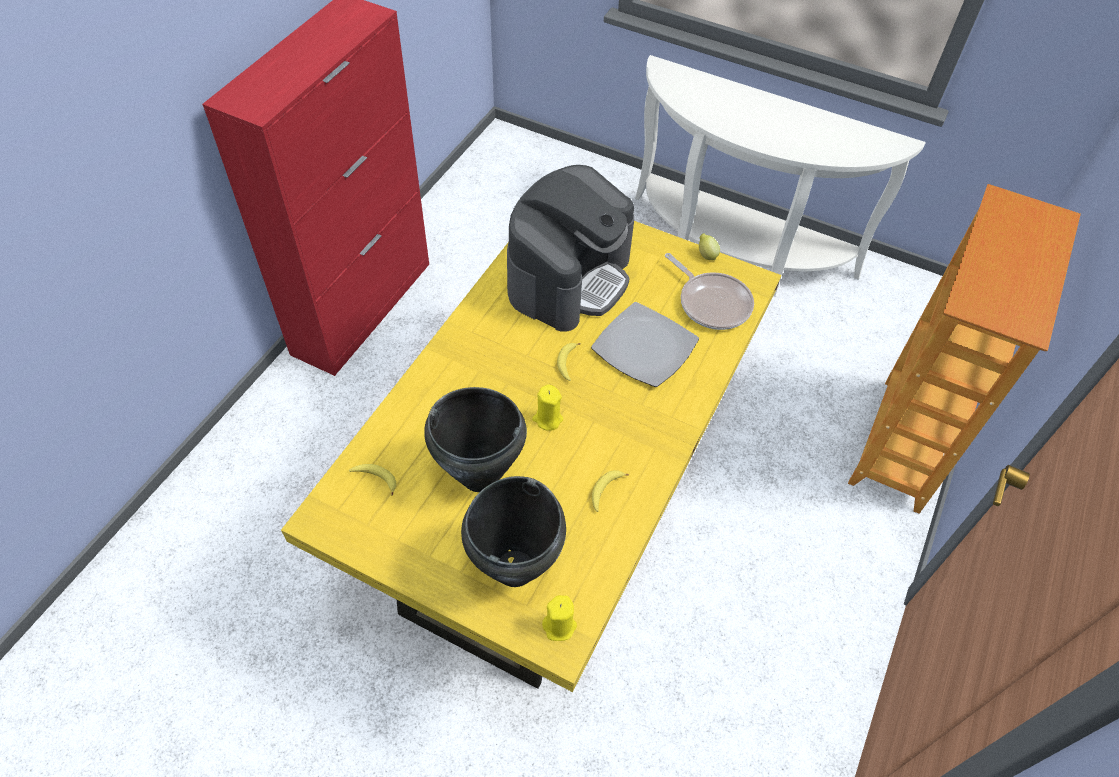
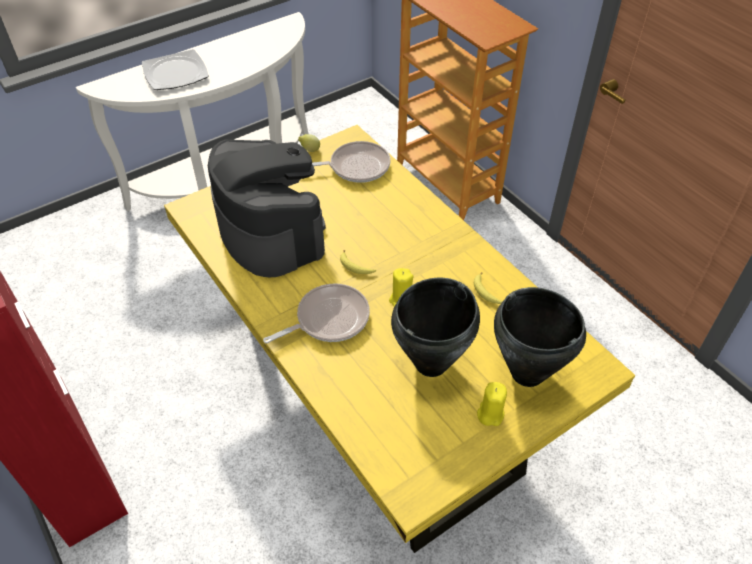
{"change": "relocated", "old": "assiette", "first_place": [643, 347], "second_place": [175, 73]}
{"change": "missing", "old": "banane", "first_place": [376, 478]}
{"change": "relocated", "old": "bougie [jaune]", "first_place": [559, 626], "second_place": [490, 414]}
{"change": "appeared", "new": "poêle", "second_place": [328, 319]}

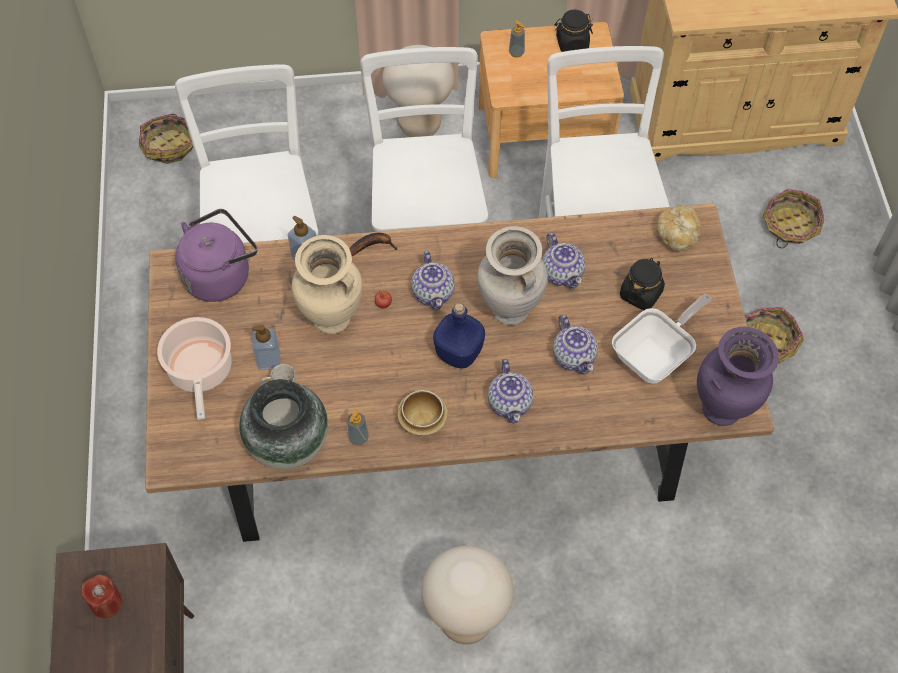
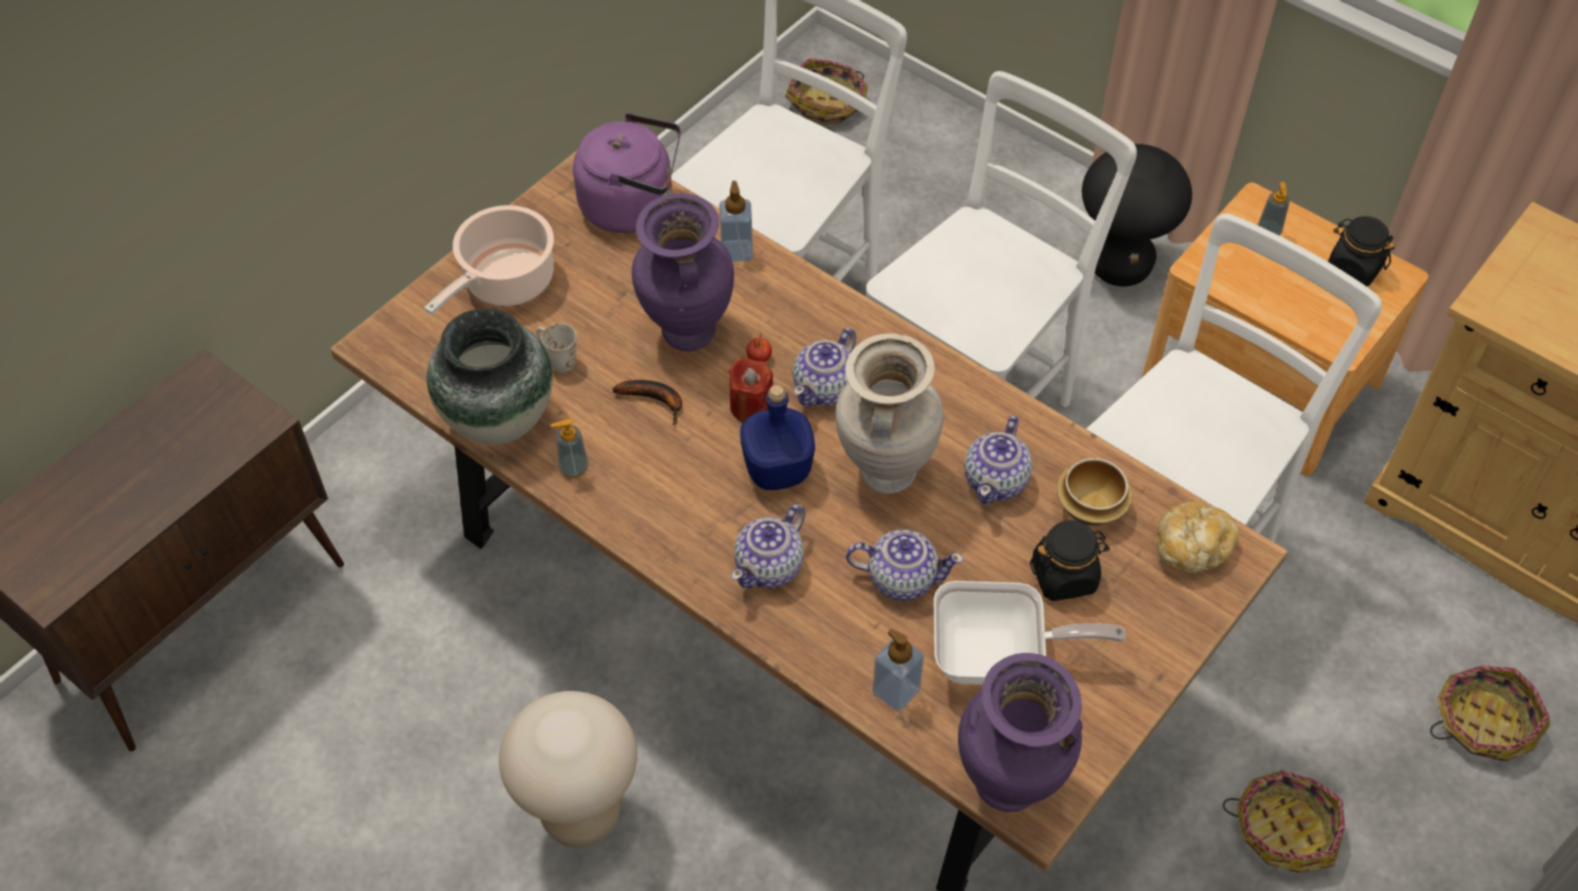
{"change": "colour", "old": "tabouret [beige]", "new": "tabouret [noir]", "first_place": [419, 126], "second_place": [1120, 267]}
{"change": "relocated", "old": "banane", "first_place": [372, 245], "second_place": [655, 400]}
{"change": "colour", "old": "vase [beige]", "new": "vase [violet]", "first_place": [331, 321], "second_place": [686, 333]}
{"change": "spun", "old": "théière", "first_place": [574, 356], "second_place": [901, 578], "degrees": -105}
{"change": "relocated", "old": "distributeur de savon", "first_place": [269, 360], "second_place": [896, 691]}
{"change": "relocated", "old": "bol", "first_place": [421, 421], "second_place": [1090, 506]}
{"change": "relocated", "old": "bougie [rouge]", "first_place": [106, 603], "second_place": [751, 406]}

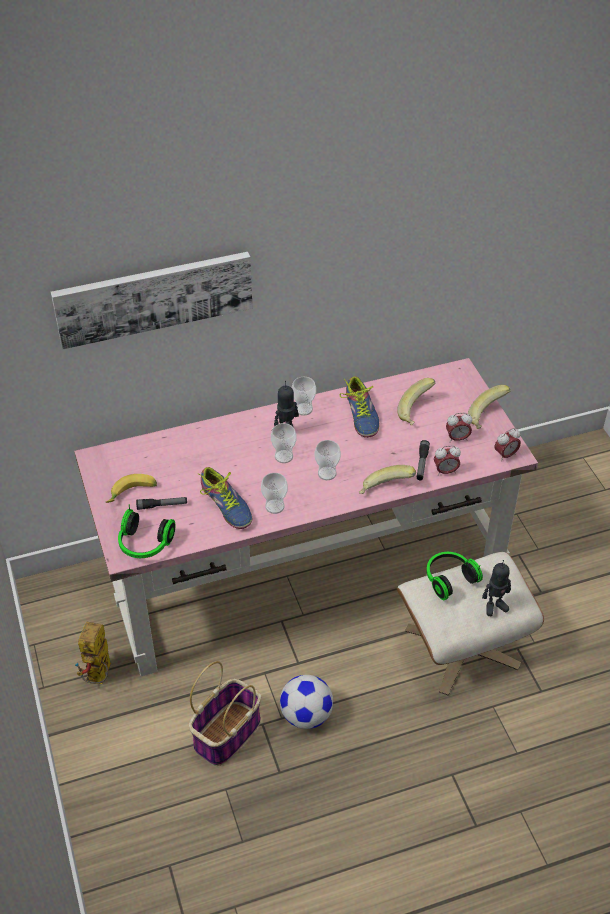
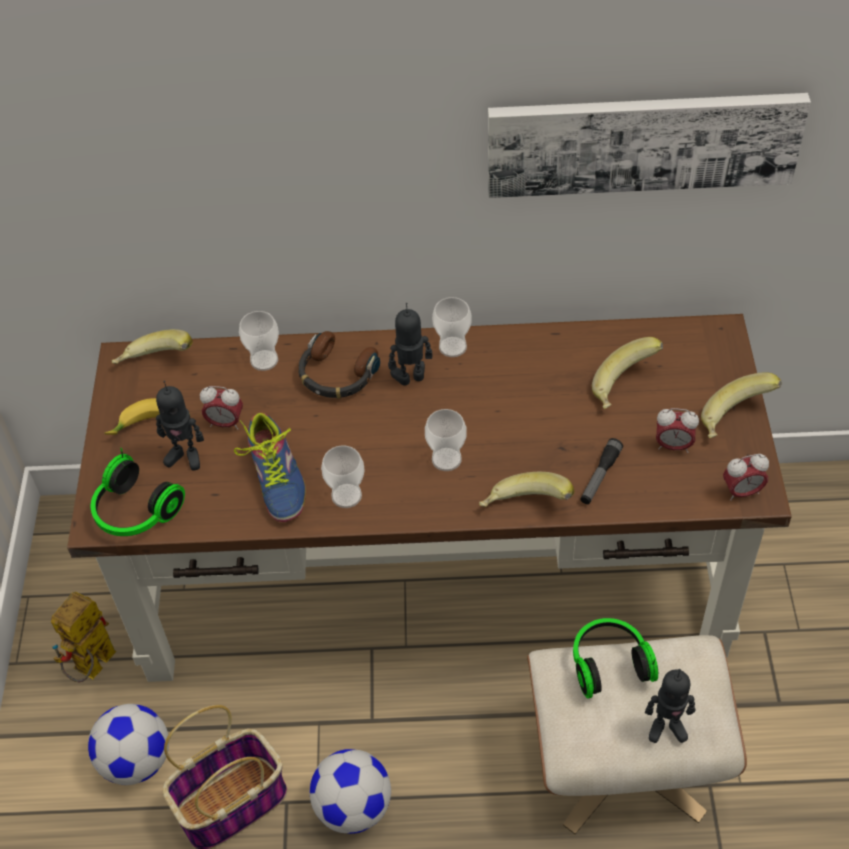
{"change": "relocated", "old": "tableau", "first_place": [154, 297], "second_place": [642, 141]}
{"change": "colour", "old": "bureau [rose]", "new": "bureau [marron]", "first_place": [306, 568], "second_place": [436, 575]}
{"change": "missing", "old": "chaussure", "first_place": [361, 415]}
{"change": "relocated", "old": "tasse", "first_place": [283, 456], "second_place": [264, 360]}
{"change": "relocated", "old": "réveil", "first_place": [445, 471], "second_place": [225, 423]}
{"change": "exchanged", "old": "lampe de poche", "new": "robot jouet", "first_place": [162, 505], "second_place": [185, 456]}
{"change": "appeared", "new": "banane", "second_place": [156, 365]}
{"change": "appeared", "new": "casque audio", "second_place": [336, 374]}
{"change": "appeared", "new": "ballon de foot", "second_place": [136, 761]}

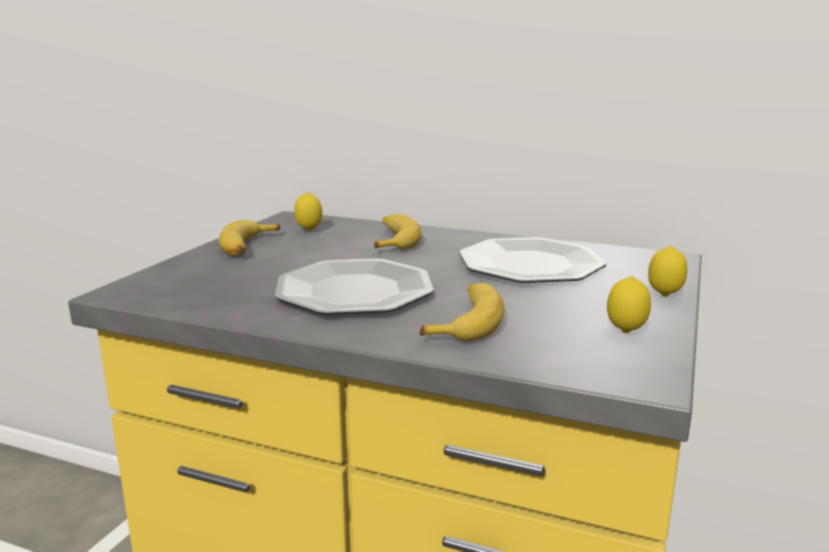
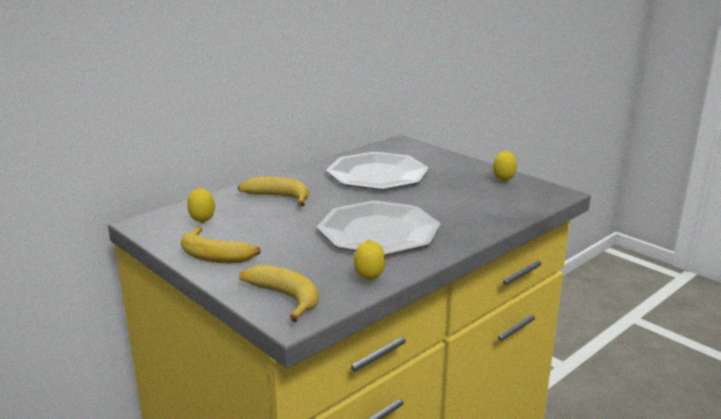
{"change": "relocated", "old": "citron", "first_place": [664, 296], "second_place": [369, 280]}
{"change": "relocated", "old": "banane", "first_place": [466, 322], "second_place": [276, 299]}

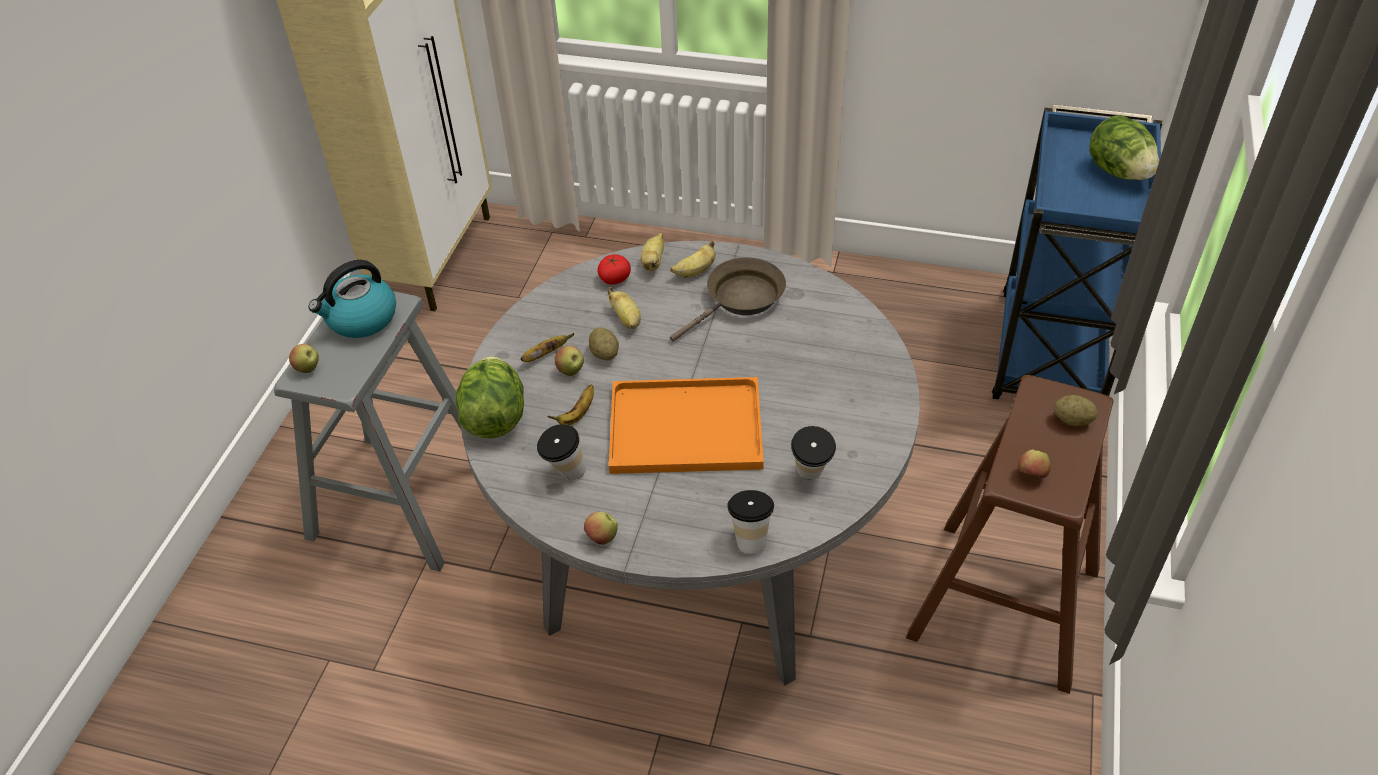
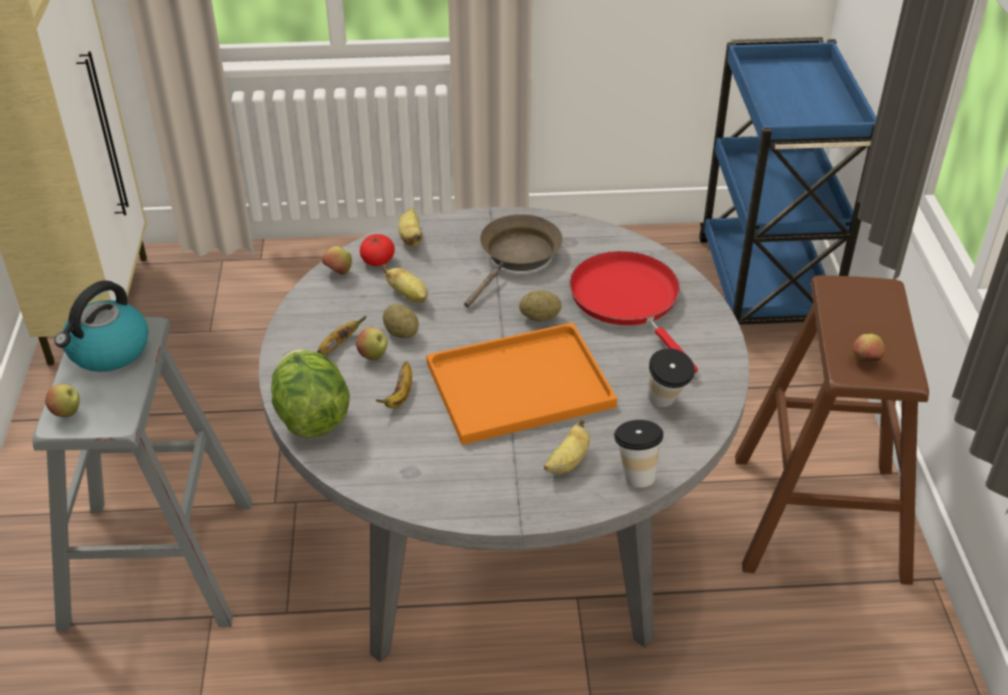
{"change": "missing", "old": "laitue", "first_place": [1118, 172]}
{"change": "relocated", "old": "banane", "first_place": [695, 272], "second_place": [567, 462]}
{"change": "relocated", "old": "pomme de terre", "first_place": [1072, 420], "second_place": [540, 317]}
{"change": "missing", "old": "tasse", "first_place": [564, 473]}
{"change": "relocated", "old": "pomme", "first_place": [602, 538], "second_place": [338, 273]}
{"change": "appeared", "new": "poêle [rouge]", "second_place": [628, 300]}

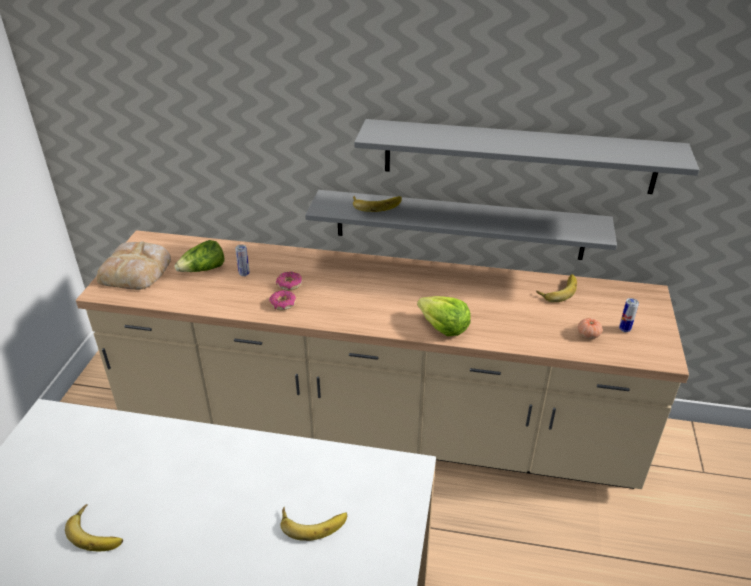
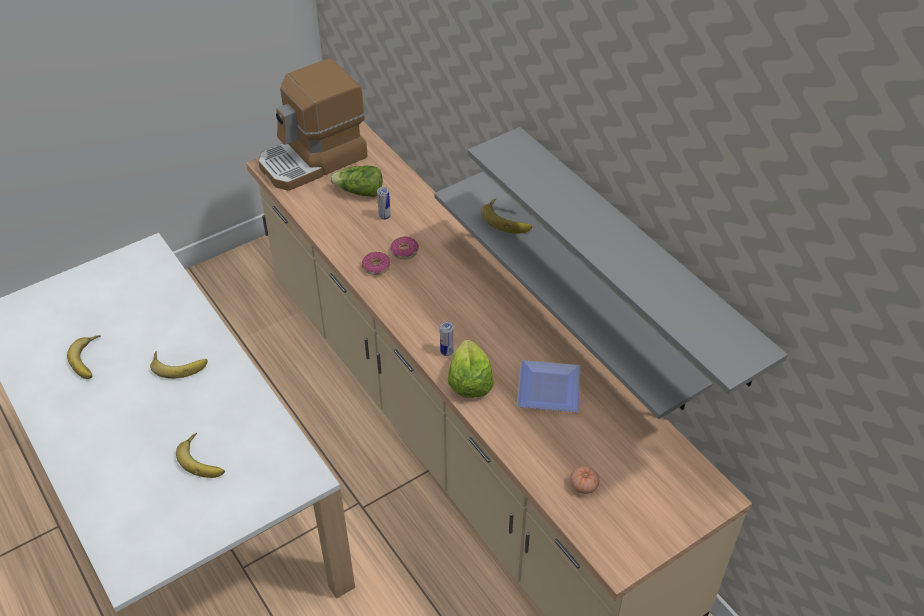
{"change": "exchanged", "old": "pain", "new": "machine à café", "first_place": [137, 270], "second_place": [313, 160]}
{"change": "relocated", "old": "banane", "first_place": [557, 290], "second_place": [179, 364]}
{"change": "relocated", "old": "boîte métallique", "first_place": [624, 329], "second_place": [446, 352]}
{"change": "appeared", "new": "assiette", "second_place": [546, 390]}

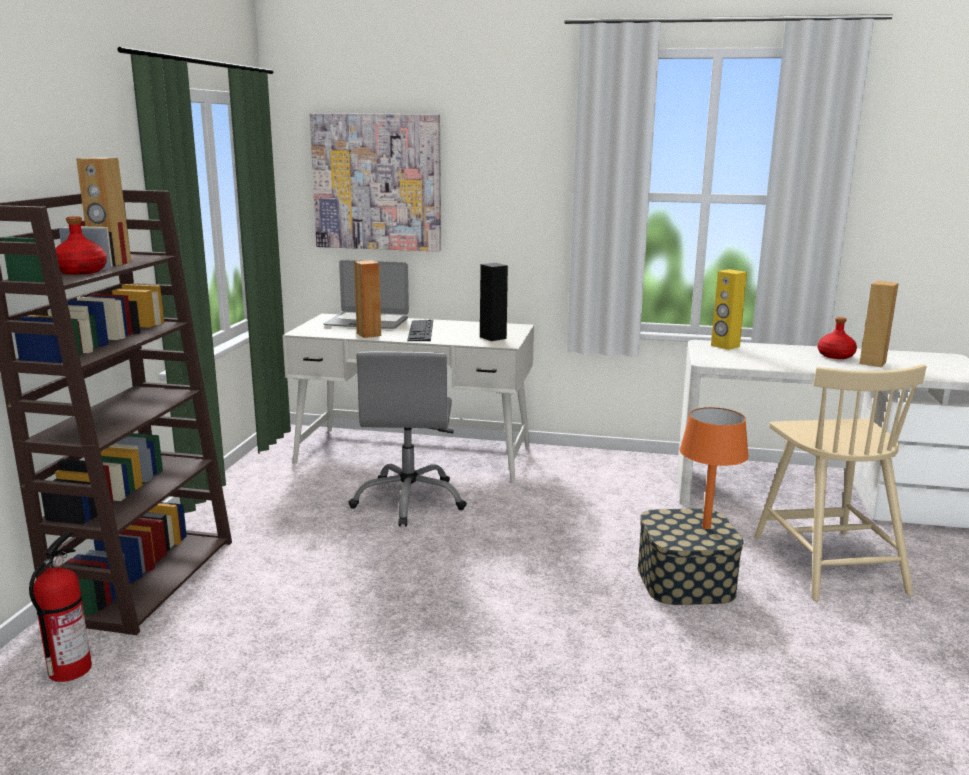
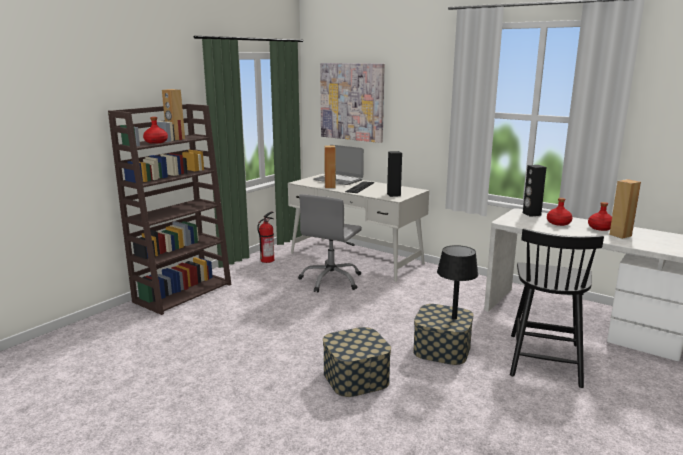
{"change": "colour", "old": "enceinte [jaune]", "new": "enceinte [noir]", "first_place": [725, 346], "second_place": [531, 214]}
{"change": "colour", "old": "chaise [beige]", "new": "chaise [noir]", "first_place": [827, 562], "second_place": [544, 358]}
{"change": "colour", "old": "lampe de table [orange]", "new": "lampe de table [noir]", "first_place": [706, 527], "second_place": [454, 318]}
{"change": "relocated", "old": "extincteur", "first_place": [70, 668], "second_place": [267, 260]}
{"change": "appeared", "new": "bouteille [rouge]", "second_place": [558, 223]}
{"change": "appeared", "new": "boîte de rangement", "second_place": [356, 377]}

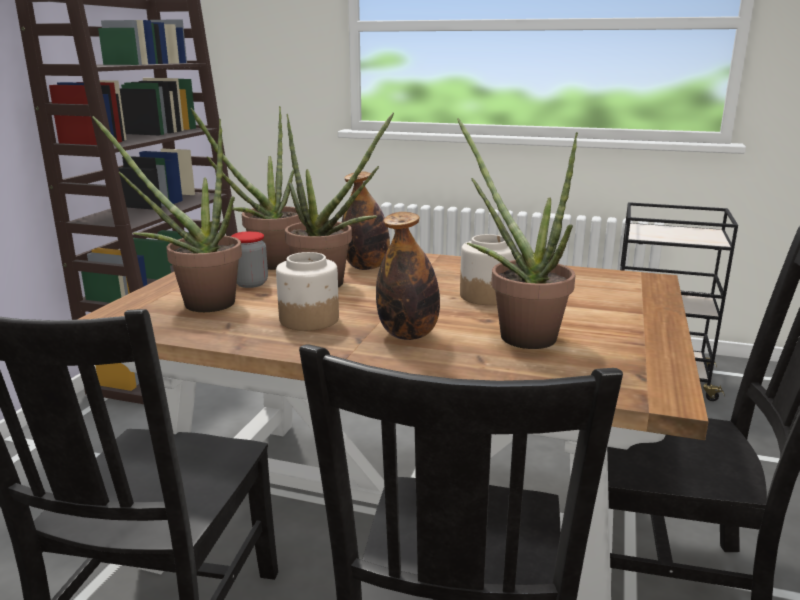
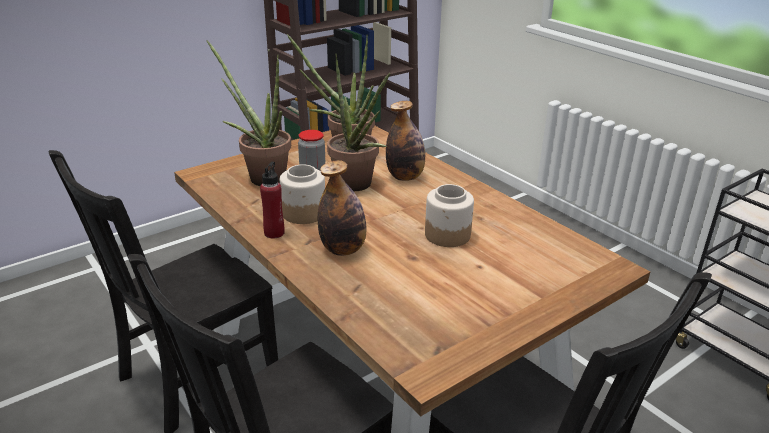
{"change": "missing", "old": "plante en pot", "first_place": [517, 334]}
{"change": "appeared", "new": "bouteille [rouge]", "second_place": [274, 233]}

